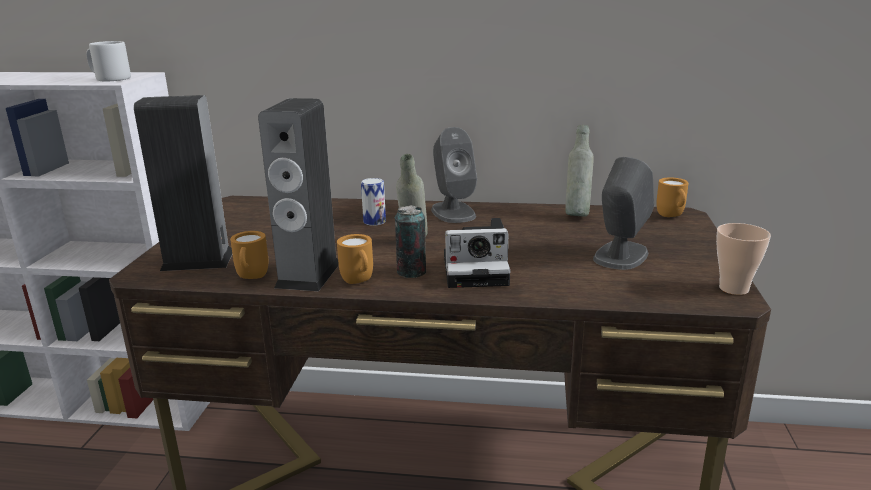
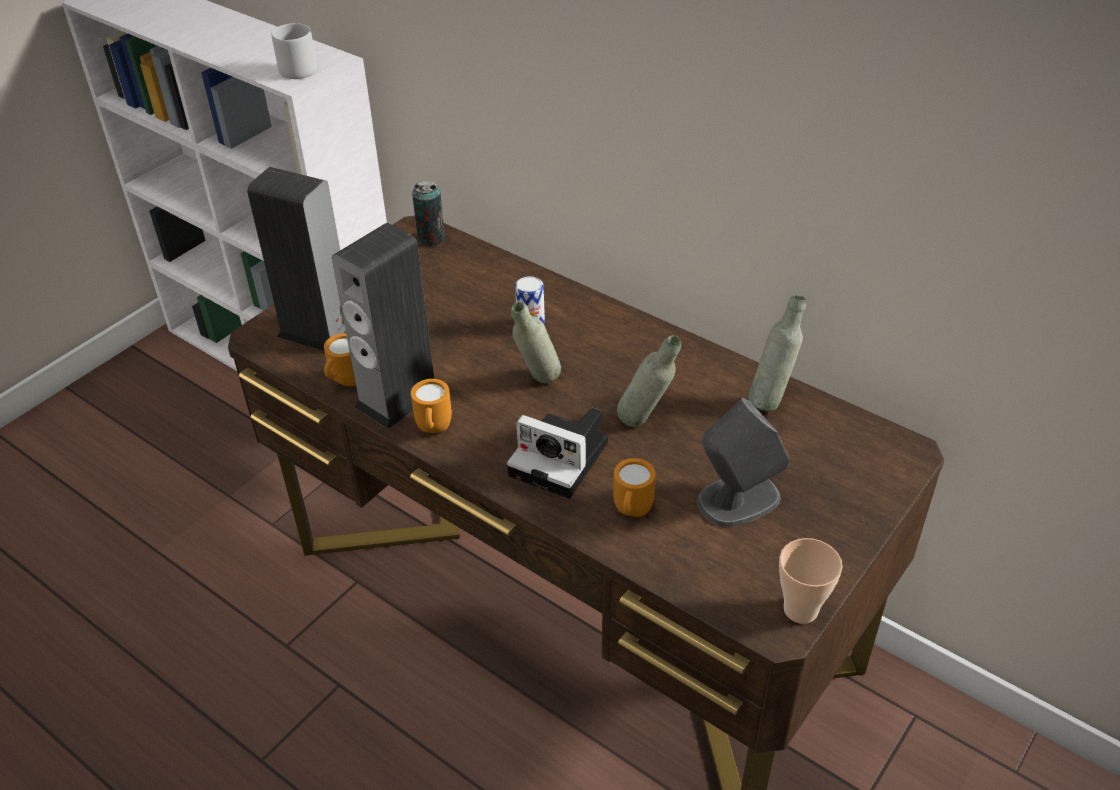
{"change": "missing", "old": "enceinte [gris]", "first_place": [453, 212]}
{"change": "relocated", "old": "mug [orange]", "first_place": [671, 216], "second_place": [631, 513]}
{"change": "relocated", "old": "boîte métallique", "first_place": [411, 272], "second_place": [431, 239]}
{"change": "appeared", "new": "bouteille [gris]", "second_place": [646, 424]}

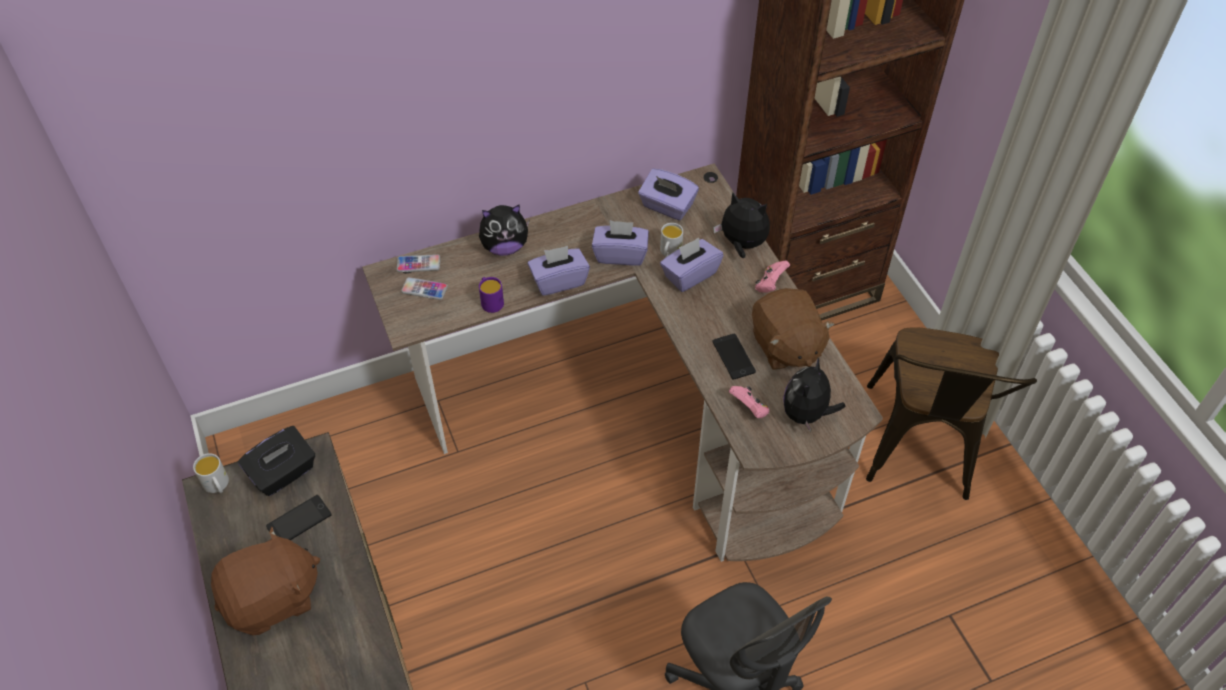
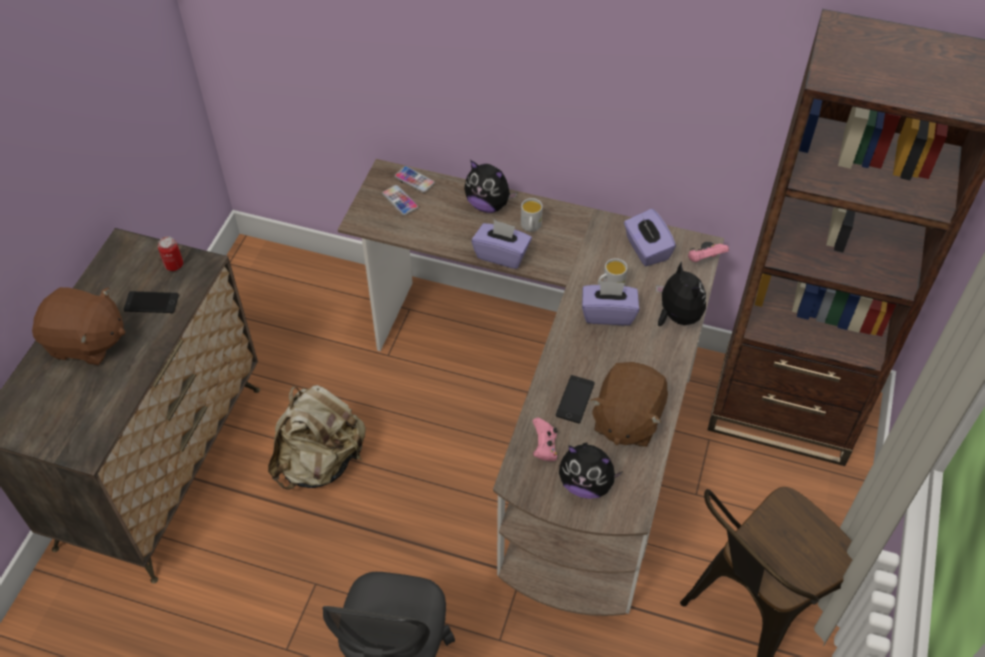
{"change": "missing", "old": "boîte à mouchoirs [violet]", "first_place": [620, 254]}
{"change": "relocated", "old": "manette [rose]", "first_place": [770, 284], "second_place": [705, 260]}
{"change": "missing", "old": "mug [violet]", "first_place": [490, 301]}
{"change": "spun", "old": "peluche", "first_place": [806, 414], "second_place": [586, 484], "degrees": -135}
{"change": "exchanged", "old": "boîte à mouchoirs [noir]", "new": "boîte métallique", "first_place": [283, 473], "second_place": [174, 265]}
{"change": "relocated", "old": "mug [blanc]", "first_place": [217, 486], "second_place": [530, 227]}
{"change": "appeared", "new": "sac à dos [beige]", "second_place": [320, 461]}

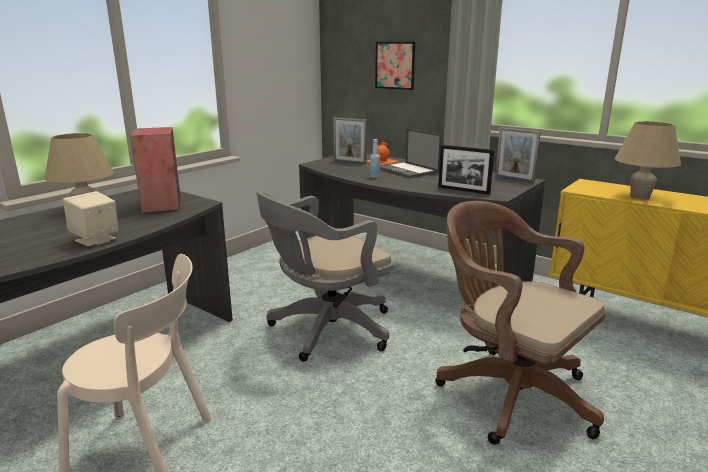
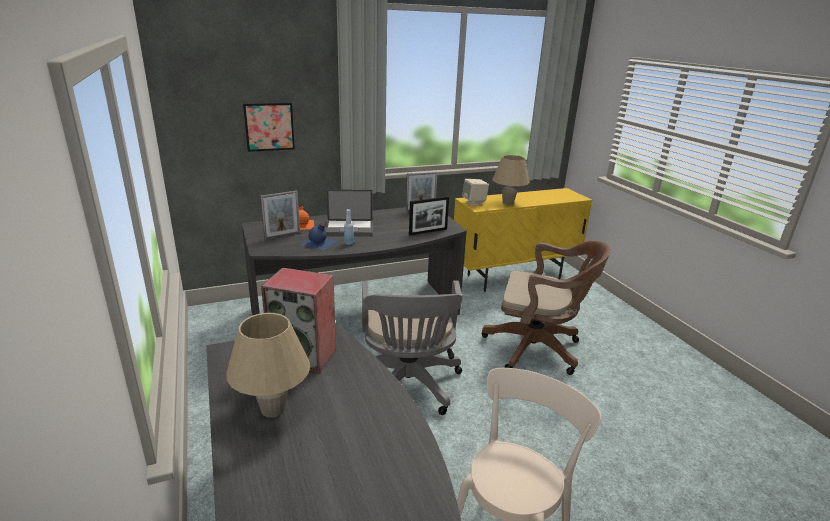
{"change": "relocated", "old": "enceinte [beige]", "first_place": [95, 240], "second_place": [474, 203]}
{"change": "spun", "old": "chaise de bureau [marron]", "first_place": [509, 392], "second_place": [537, 349], "degrees": -150}
{"change": "appeared", "new": "bouteille [bleu]", "second_place": [319, 243]}

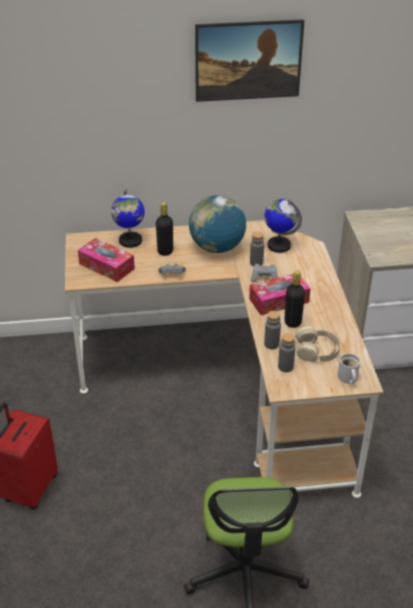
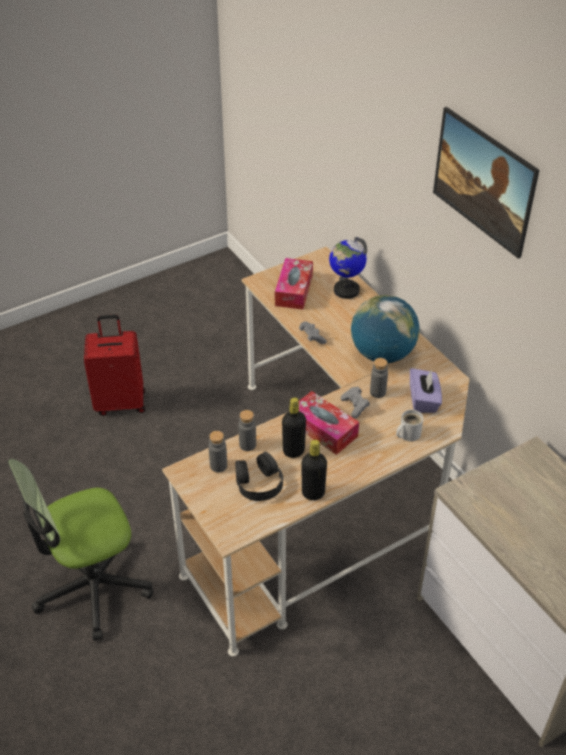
{"change": "exchanged", "old": "globe", "new": "boîte à mouchoirs [violet]", "first_place": [278, 245], "second_place": [423, 400]}
{"change": "relocated", "old": "bouteille [noir]", "first_place": [165, 251], "second_place": [313, 493]}
{"change": "colour", "old": "casque audio [beige]", "new": "casque audio [noir]", "first_place": [317, 350], "second_place": [259, 483]}
{"change": "relocated", "old": "mug [blanc]", "first_place": [347, 378], "second_place": [407, 434]}

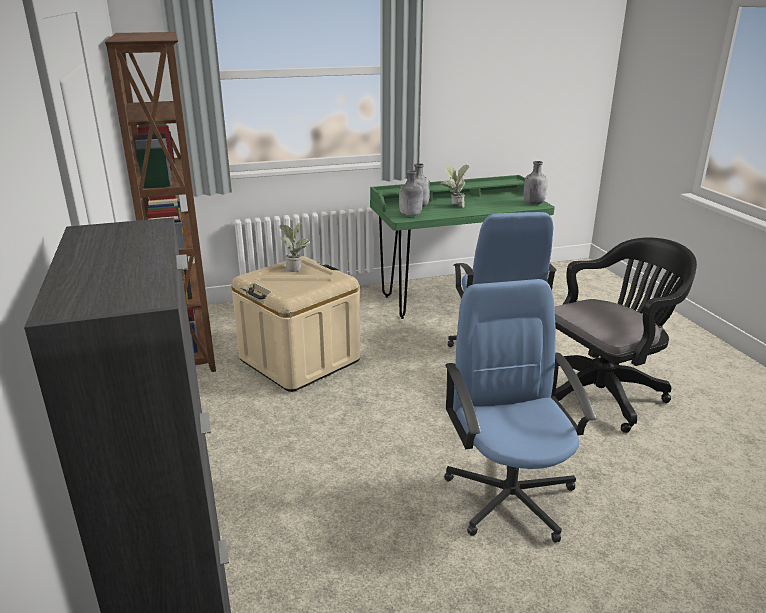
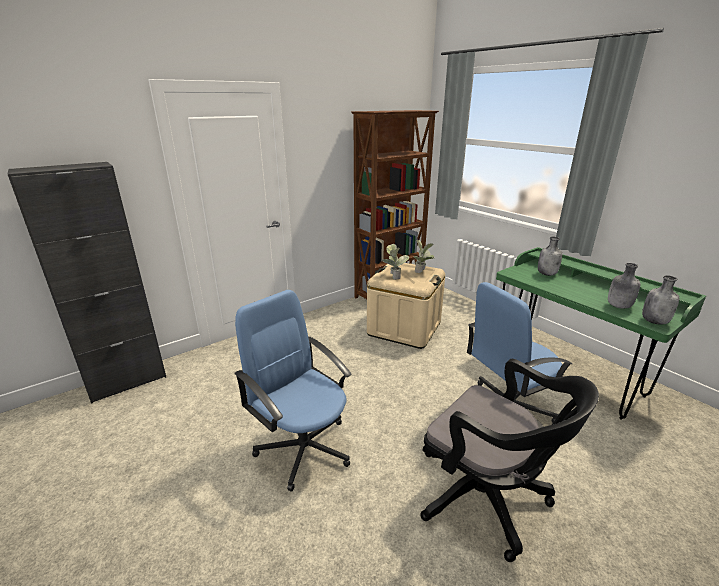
{"change": "relocated", "old": "plante en pot", "first_place": [454, 206], "second_place": [394, 276]}
{"change": "relocated", "old": "bouteille [gris]", "first_place": [410, 215], "second_place": [618, 306]}
{"change": "spun", "old": "chaise de bureau [bleu]", "first_place": [510, 496], "second_place": [303, 447], "degrees": -105}

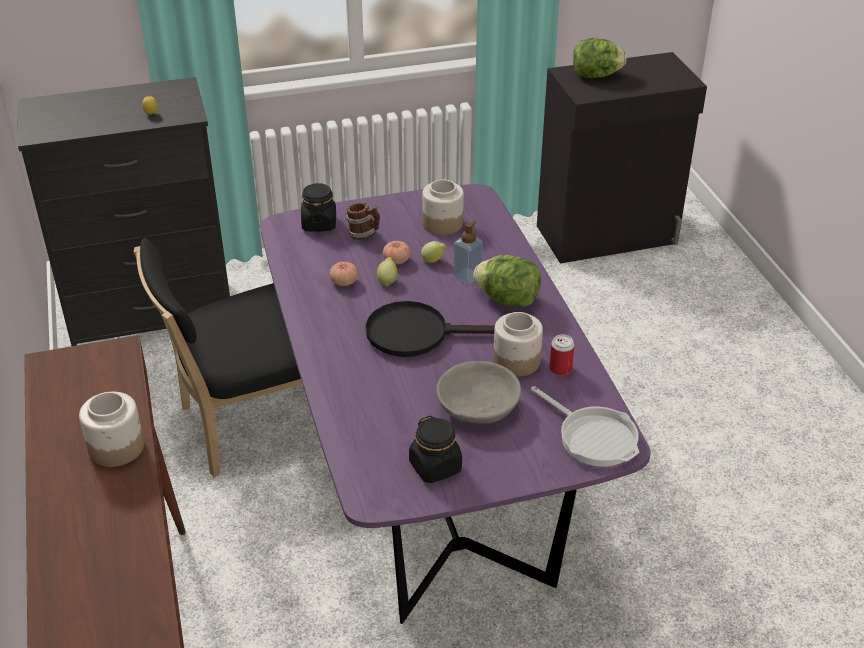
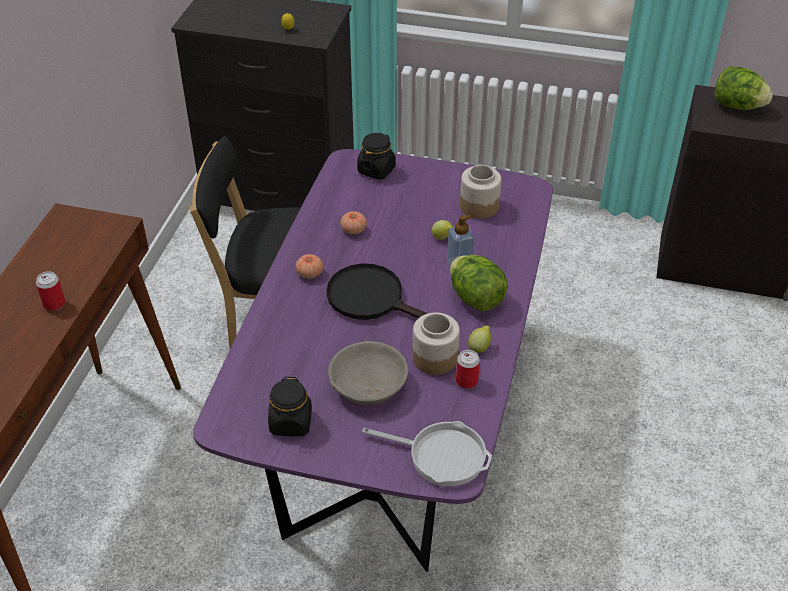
{"change": "missing", "old": "mug", "first_place": [364, 235]}
{"change": "relocated", "old": "tomate", "first_place": [396, 260], "second_place": [309, 273]}
{"change": "relocated", "old": "citron", "first_place": [387, 281], "second_place": [479, 347]}
{"change": "spun", "old": "poêle", "first_place": [593, 437], "second_place": [441, 455], "degrees": -60}
{"change": "exchanged", "old": "bocal", "new": "boîte métallique", "first_place": [117, 447], "second_place": [54, 304]}

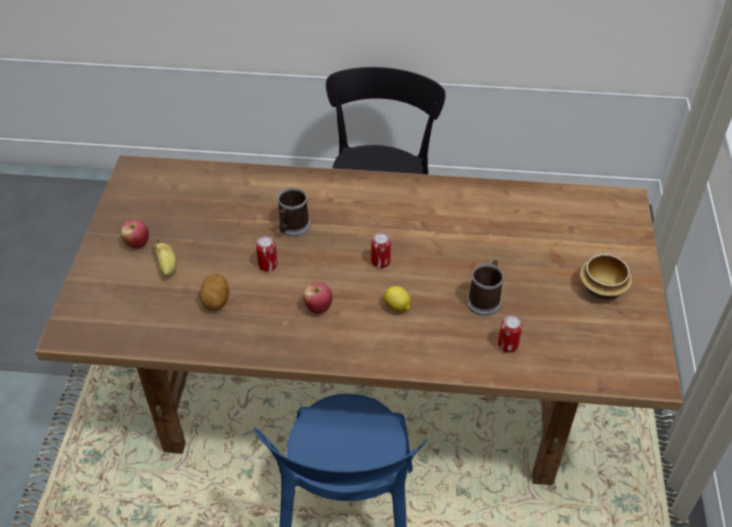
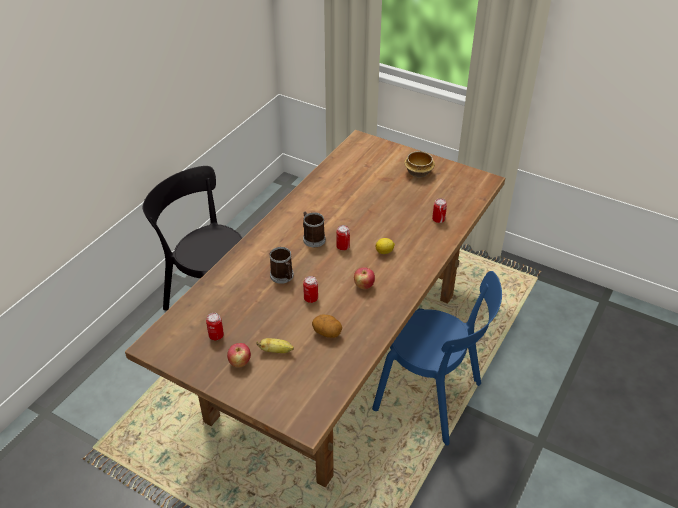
{"change": "relocated", "old": "mug", "first_place": [485, 300], "second_place": [312, 238]}
{"change": "appeared", "new": "boîte métallique", "second_place": [216, 335]}

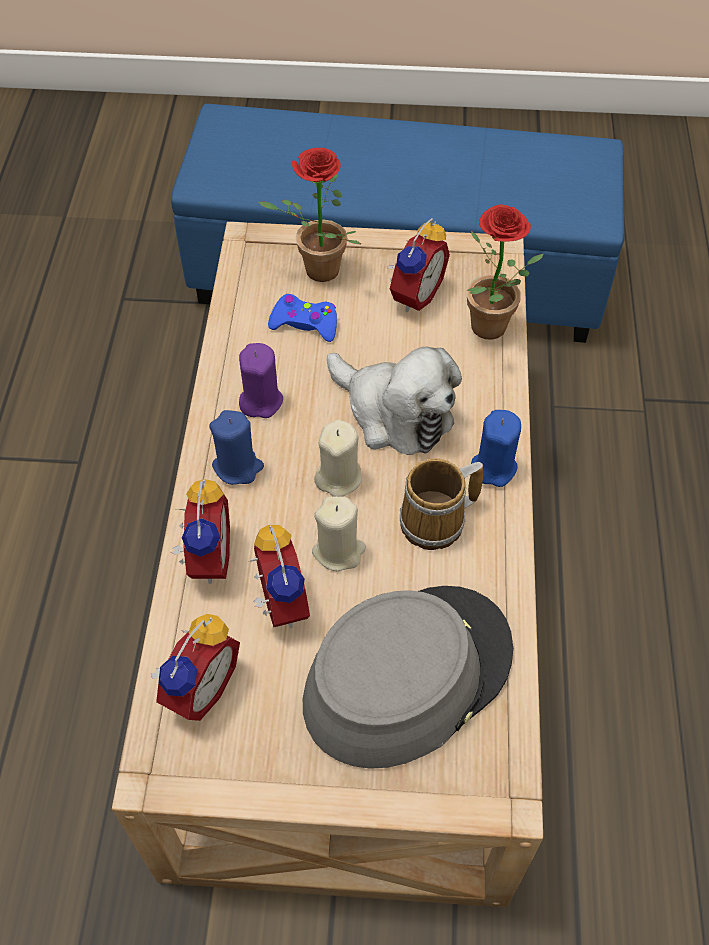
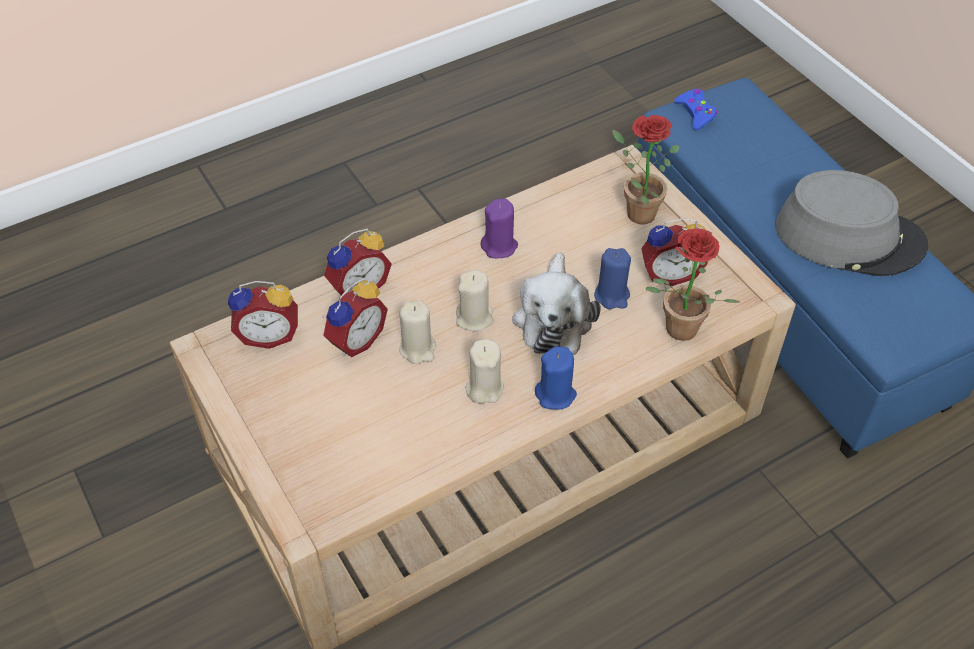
{"change": "relocated", "old": "manette [bleu]", "first_place": [305, 324], "second_place": [695, 113]}
{"change": "relocated", "old": "bougie [bleu]", "first_place": [238, 467], "second_place": [612, 295]}
{"change": "exchanged", "old": "mug", "new": "bougie [beige]", "first_place": [437, 522], "second_place": [484, 388]}
{"change": "relocated", "old": "chapeau [gris]", "first_place": [407, 674], "second_place": [849, 236]}

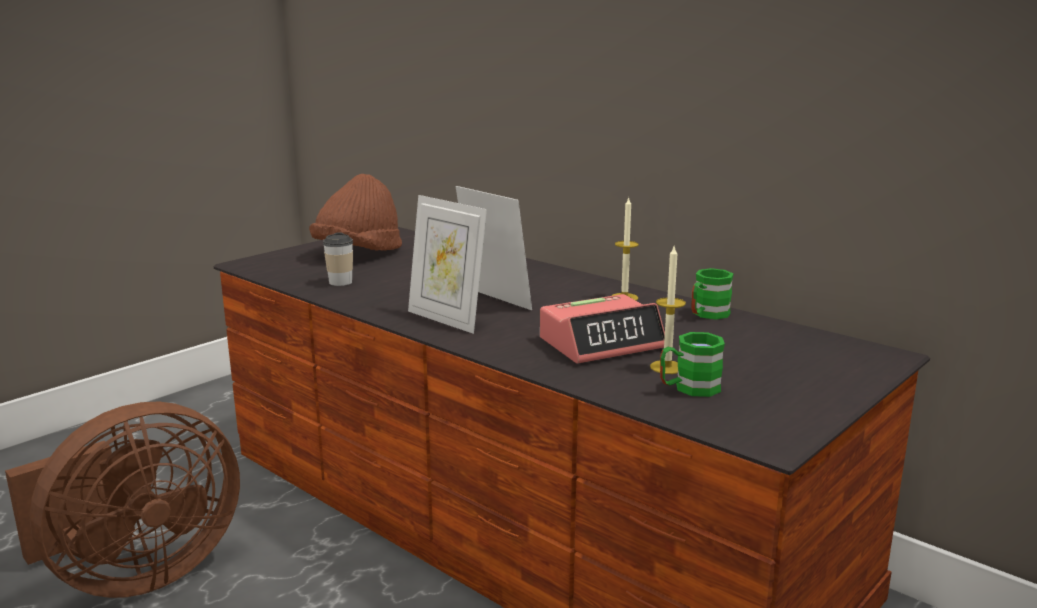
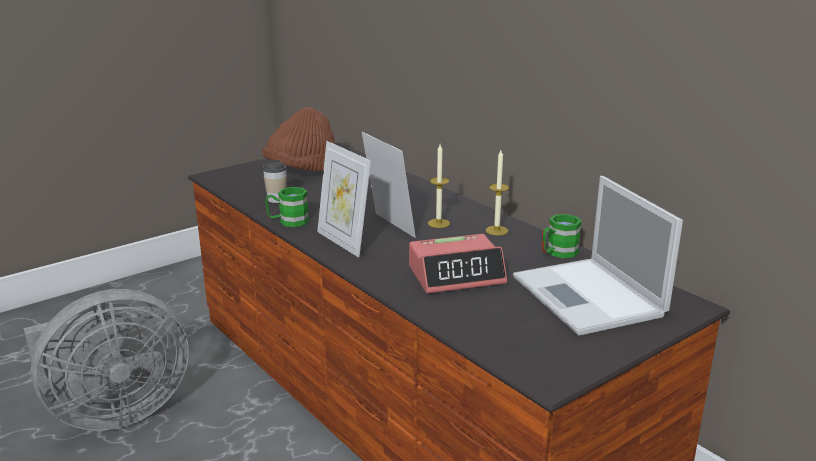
{"change": "relocated", "old": "bougie", "first_place": [667, 367], "second_place": [438, 223]}
{"change": "relocated", "old": "mug [vert]", "first_place": [689, 388], "second_place": [288, 221]}
{"change": "colour", "old": "ventilateur [marron]", "new": "ventilateur [gris]", "first_place": [137, 575], "second_place": [113, 413]}
{"change": "appeared", "new": "ordinateur portable", "second_place": [589, 297]}

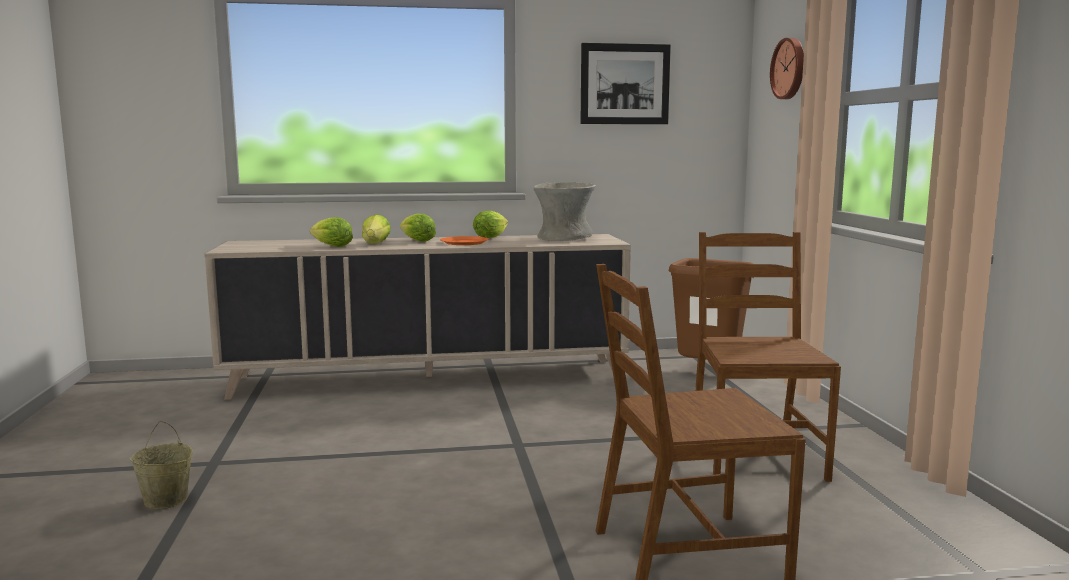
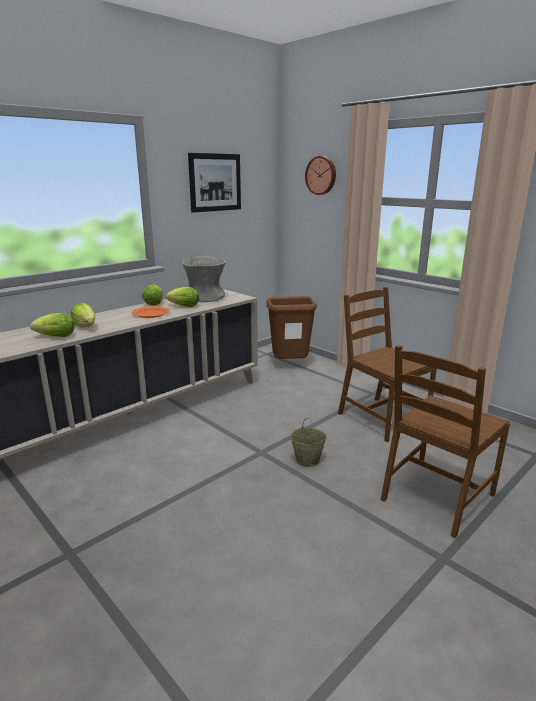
{"change": "relocated", "old": "laitue", "first_place": [417, 241], "second_place": [184, 306]}
{"change": "relocated", "old": "seau [beige]", "first_place": [166, 500], "second_place": [308, 460]}

